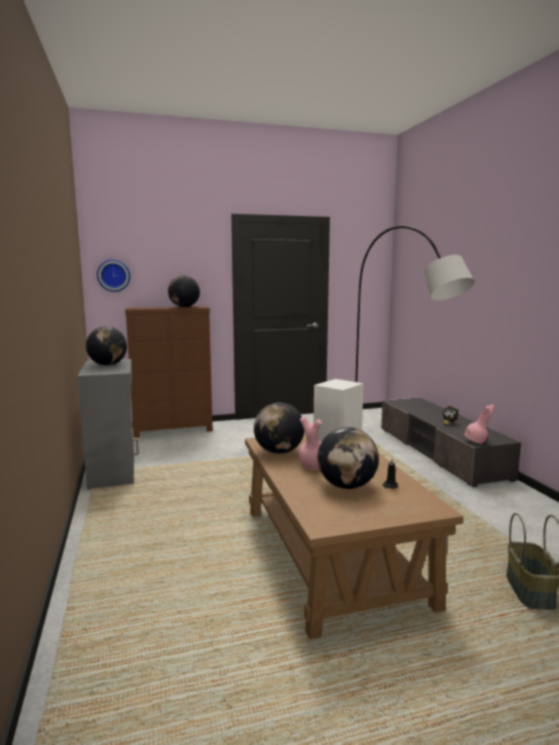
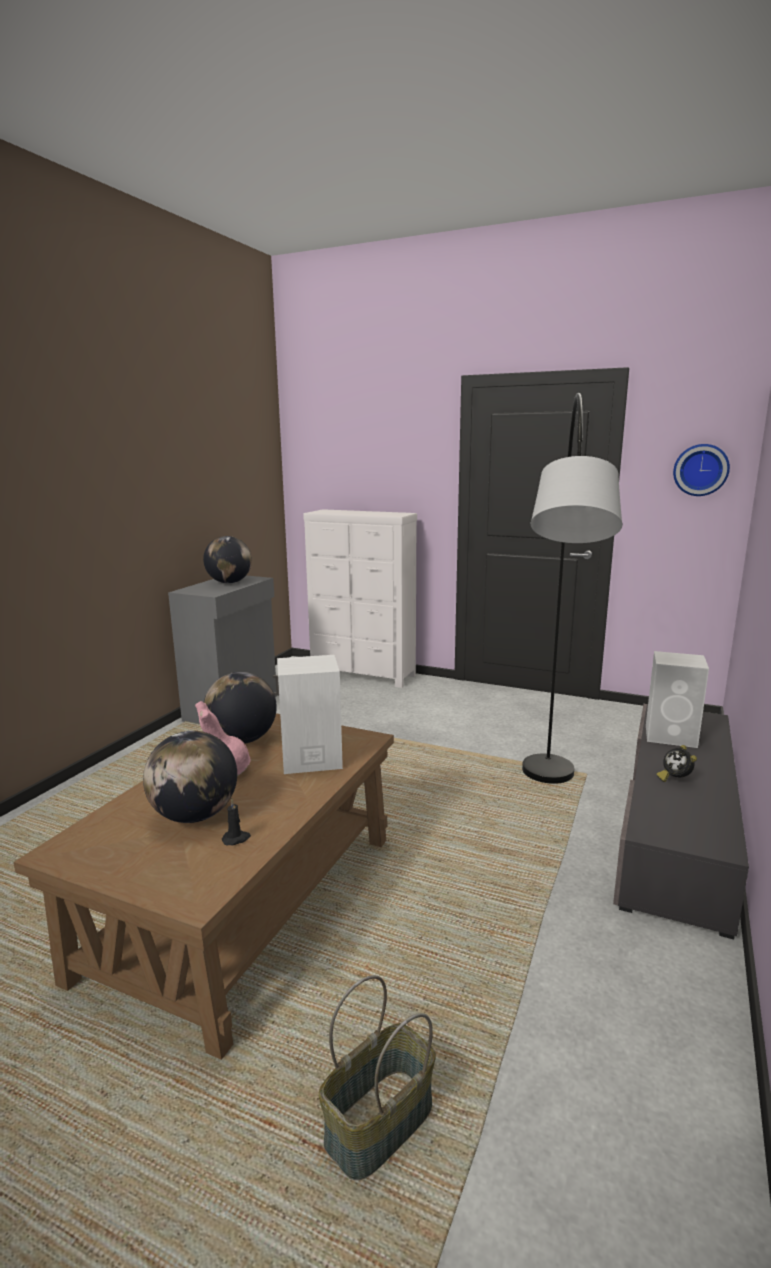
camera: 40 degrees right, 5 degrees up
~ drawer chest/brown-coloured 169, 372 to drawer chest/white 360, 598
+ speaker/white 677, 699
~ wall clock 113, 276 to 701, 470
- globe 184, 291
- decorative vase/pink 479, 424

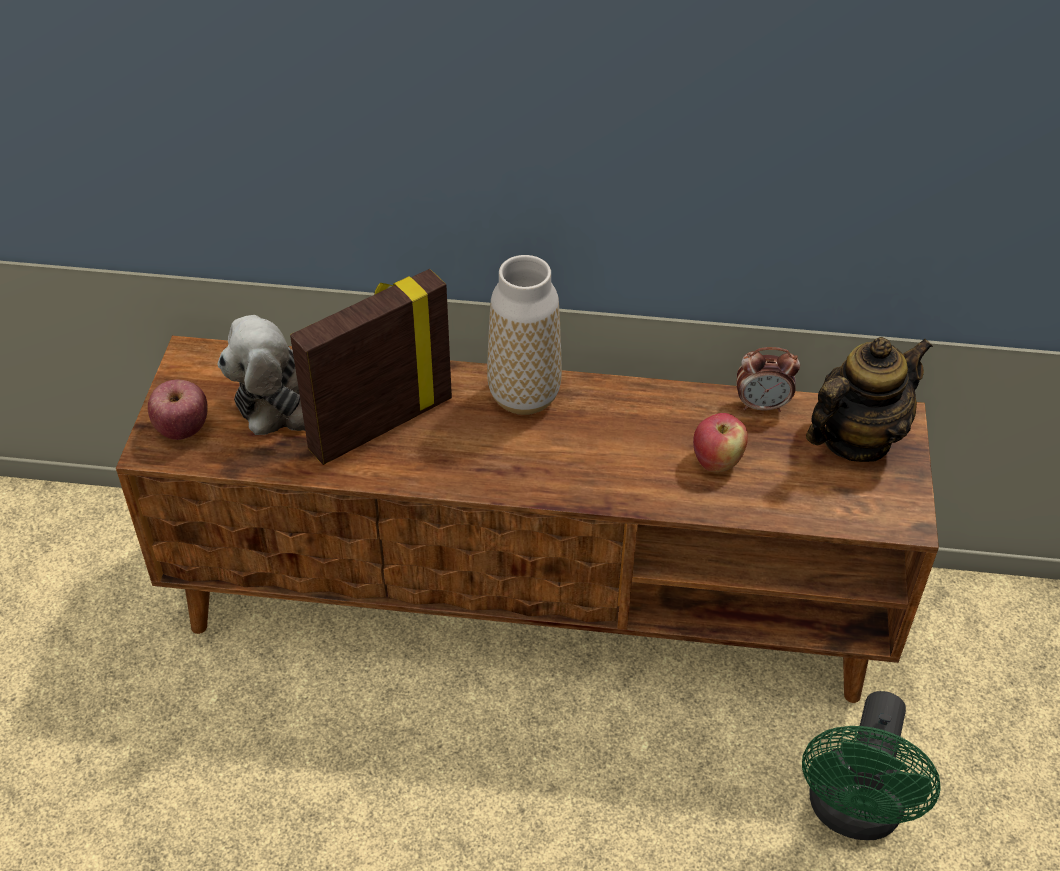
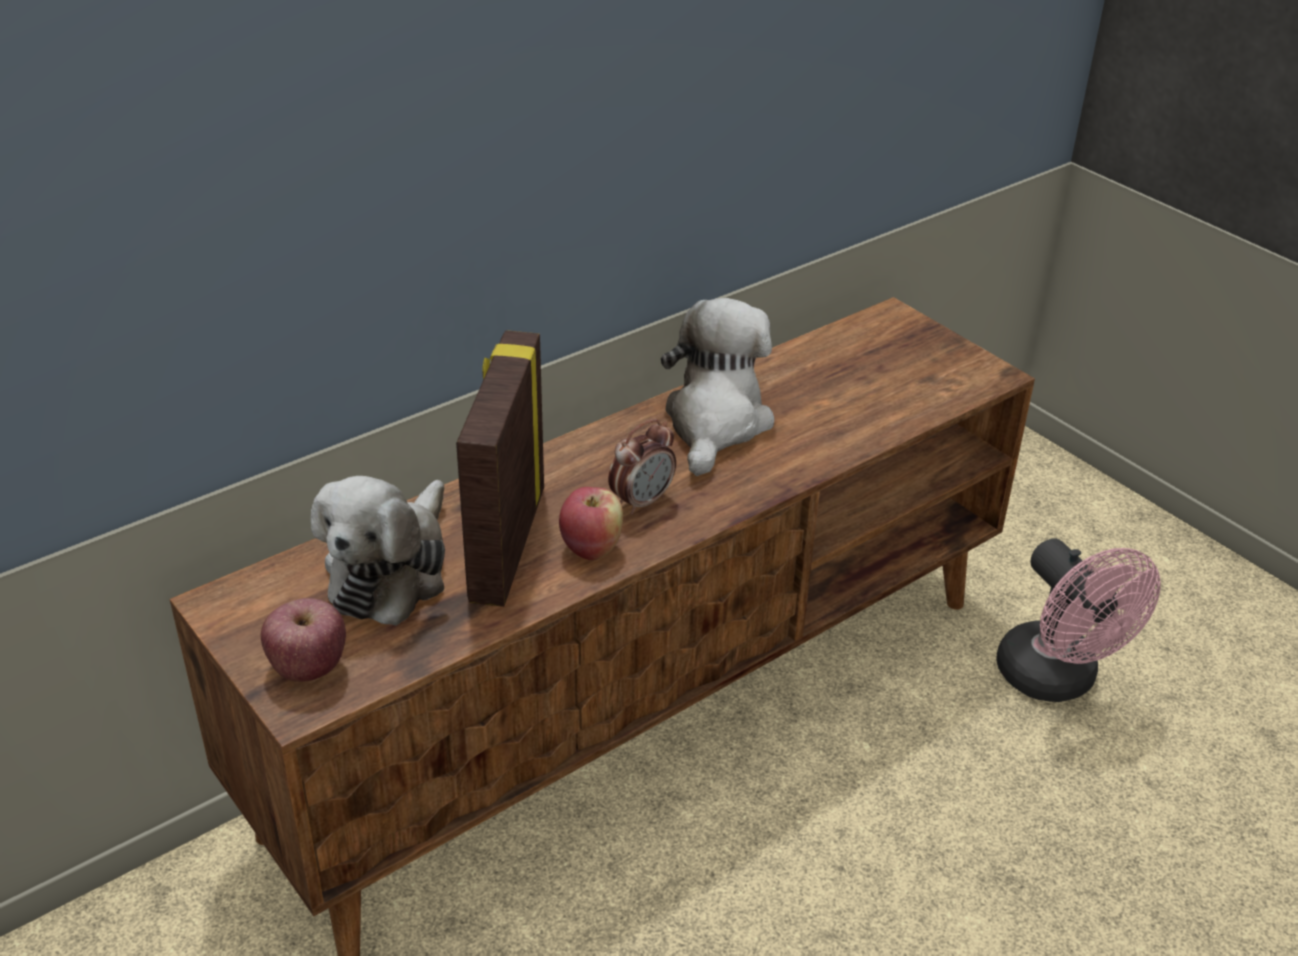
camera: 45 degrees left, 10 degrees down
~ apple 720, 442 to 591, 523
~ table clock 768, 379 to 642, 467
+ plush toy 717, 387
~ cooling fan/green-coloured 871, 765 to cooling fan/pink 1078, 620
- decorative vase 524, 335
- teapot 869, 399

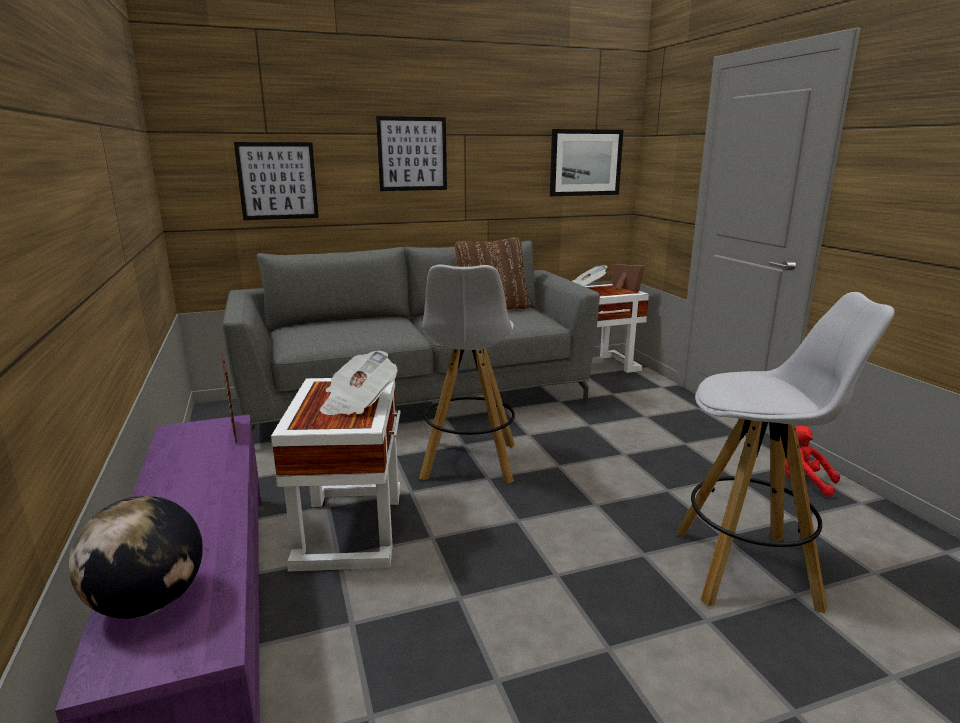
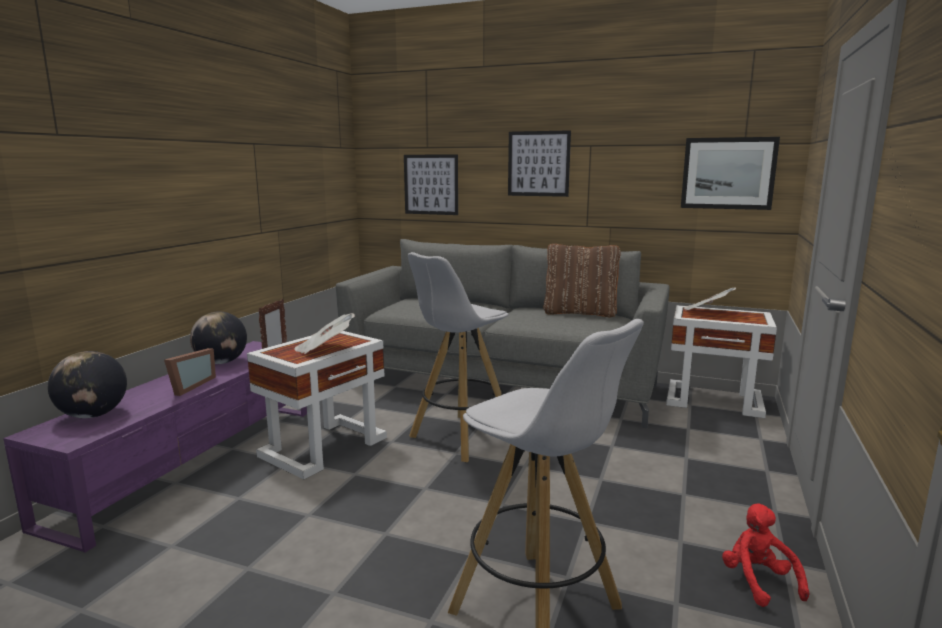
camera: 40 degrees right, 5 degrees down
~ picture frame 628, 278 to 190, 372
+ globe 218, 337

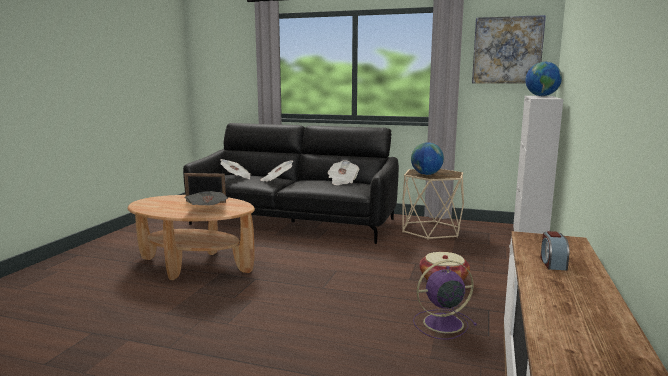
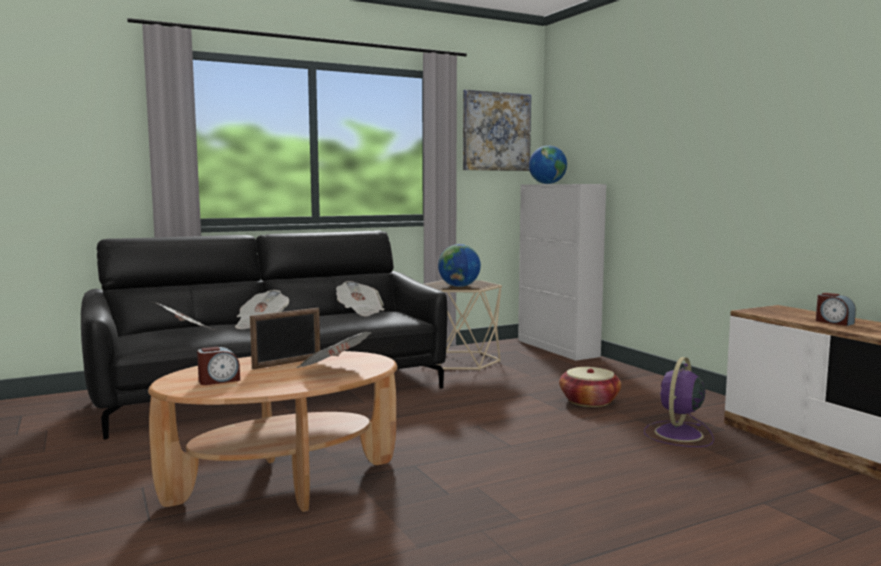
camera: 45 degrees left, 5 degrees down
+ table clock 218, 366

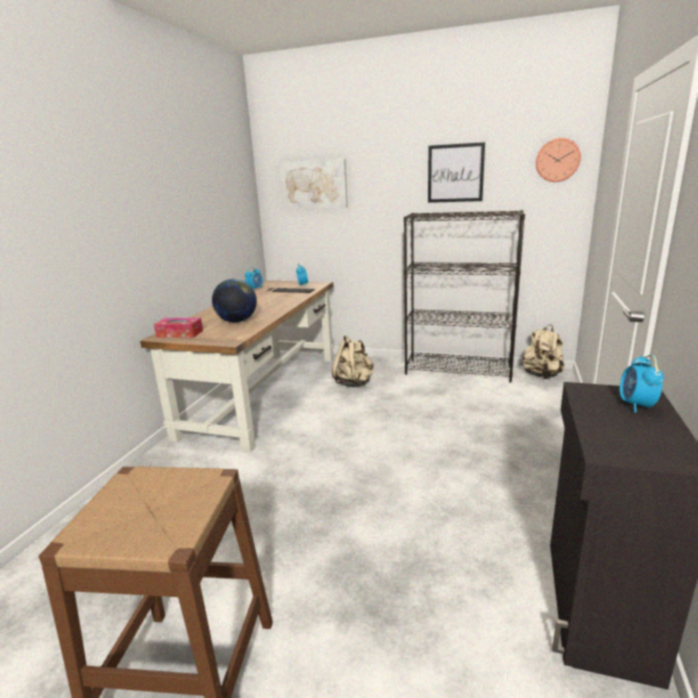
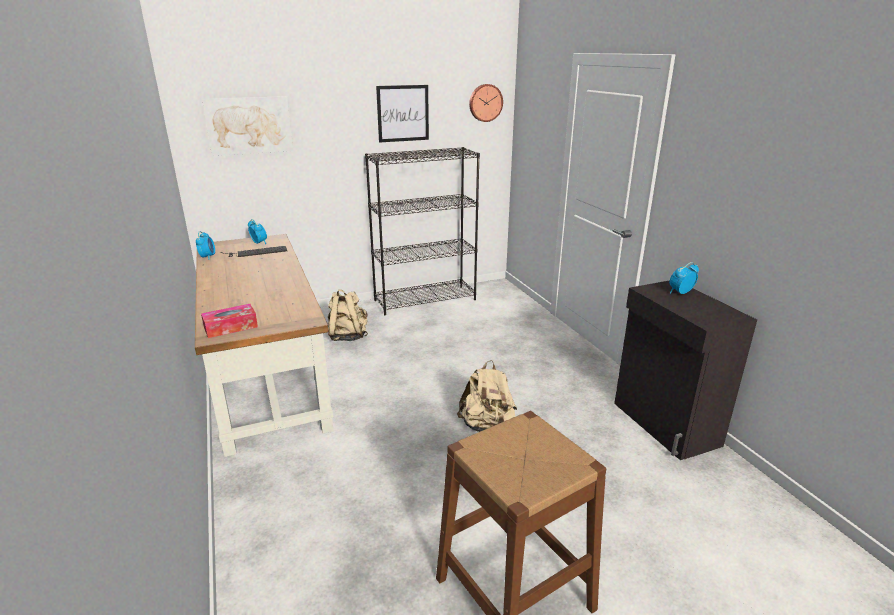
camera: 40 degrees left, 5 degrees up
~ rucksack/beige-coloured 543, 352 to 487, 396
~ table clock 642, 384 = 684, 278 90 degrees clockwise
- globe 234, 300

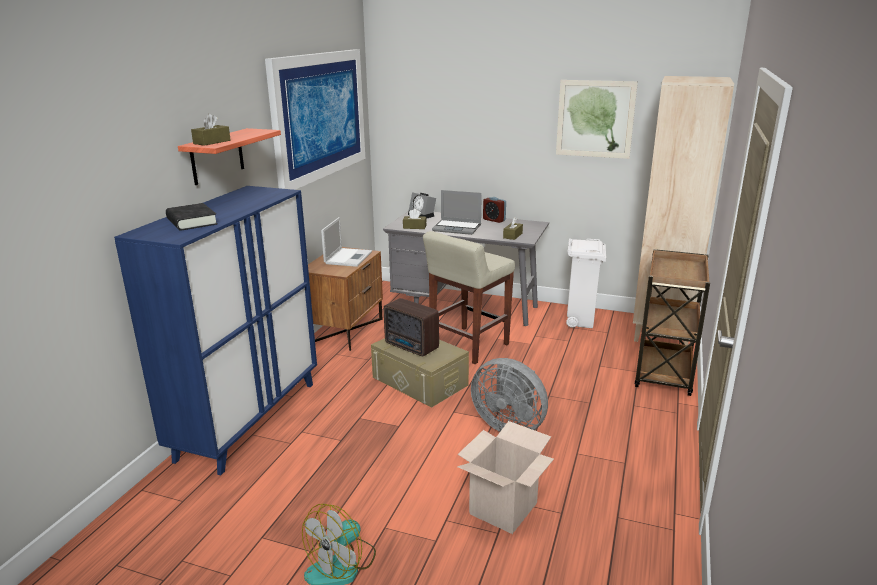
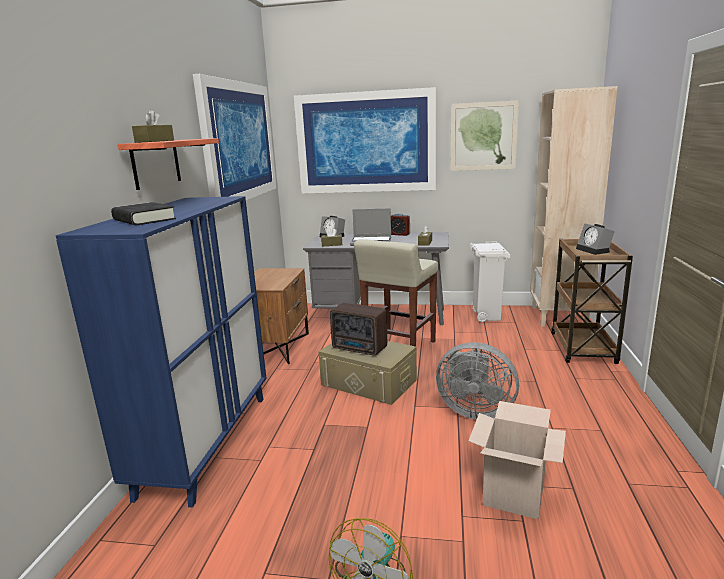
camera: 10 degrees left, 5 degrees down
+ picture 365, 140
+ table clock 595, 239
- notebook computer 346, 242

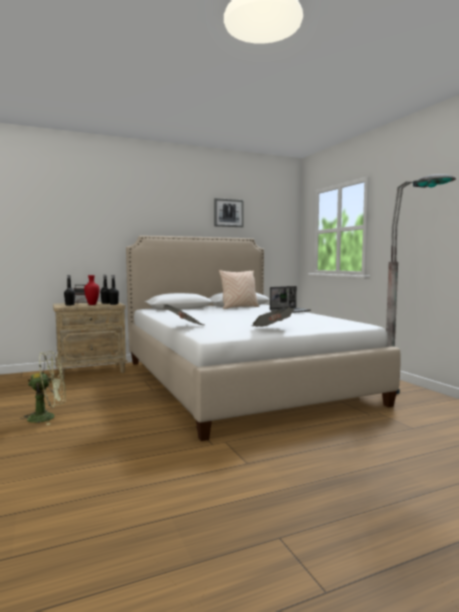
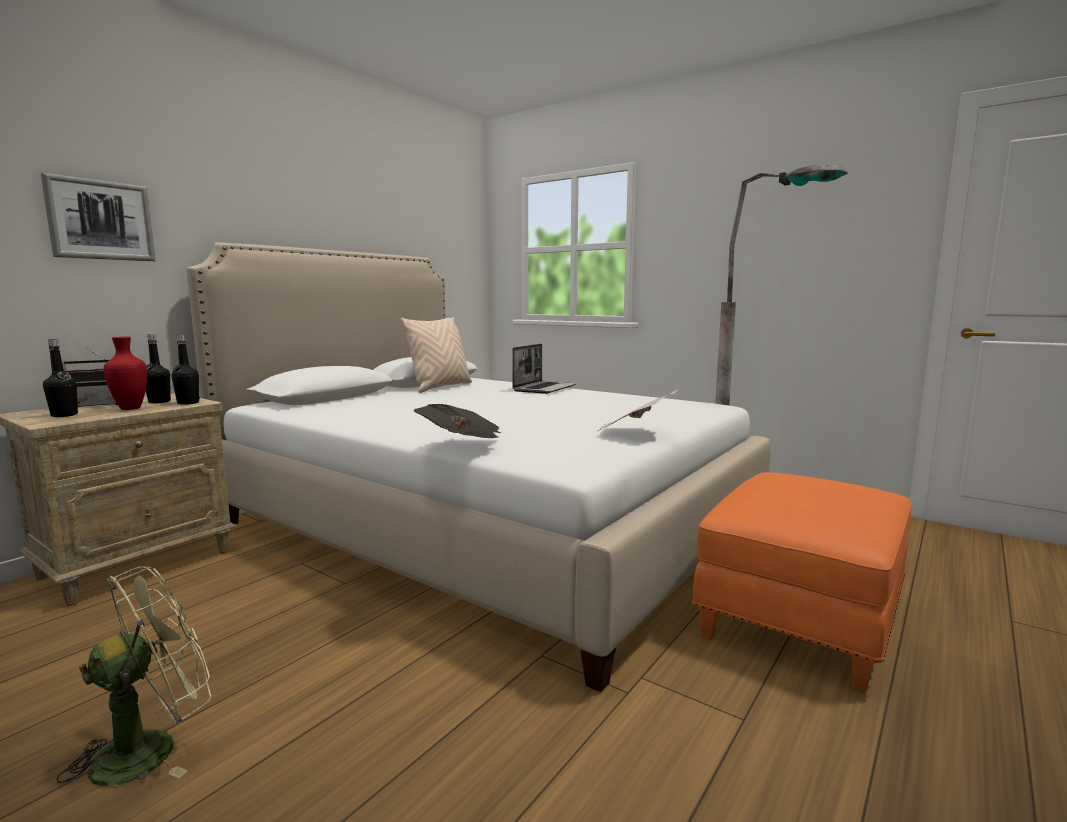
camera: 30 degrees left, 5 degrees up
~ picture 229, 212 to 98, 217
+ pouffe/orange 801, 582

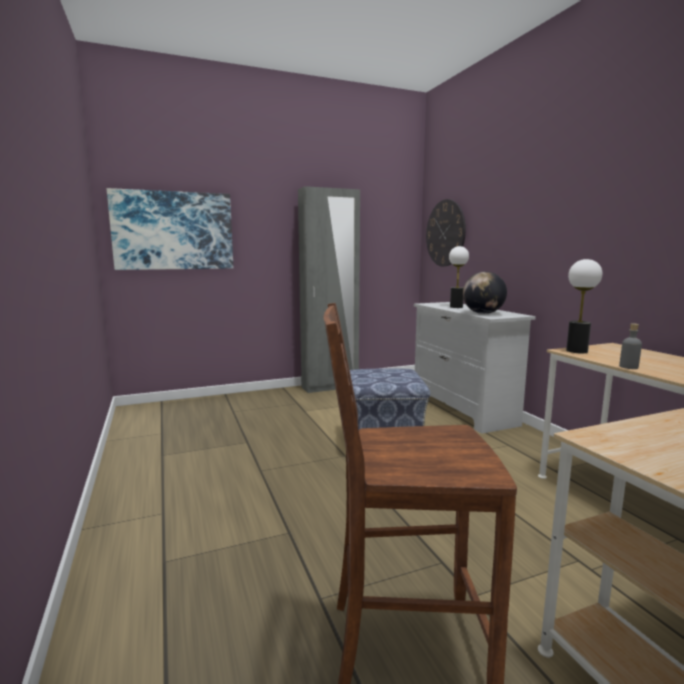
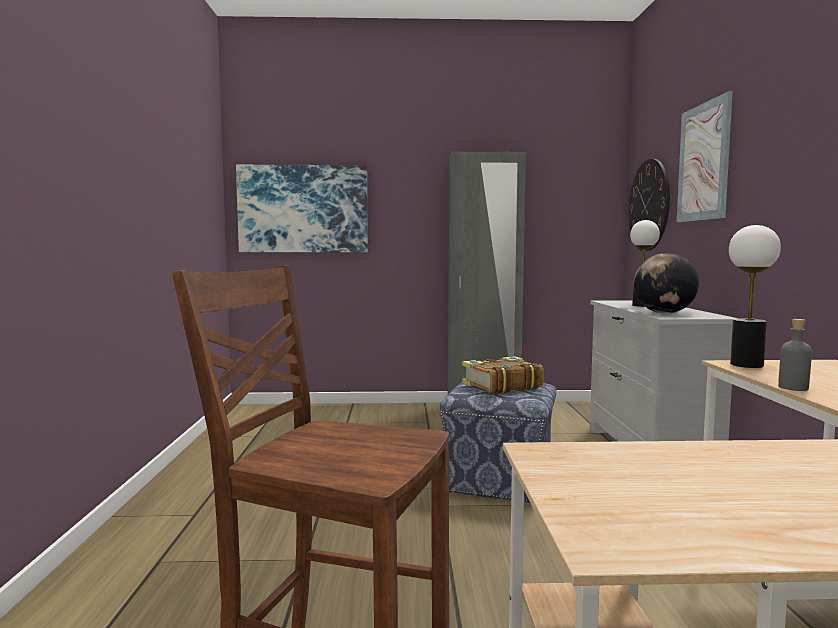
camera: 20 degrees right, 5 degrees down
+ book 503, 375
+ picture 705, 156

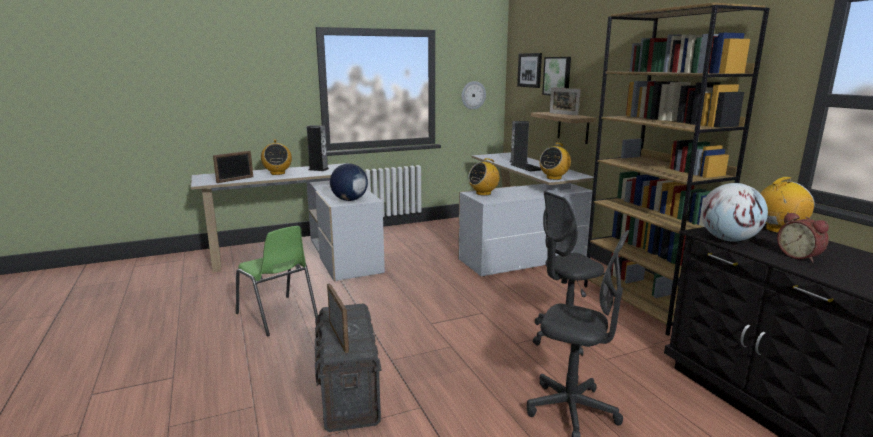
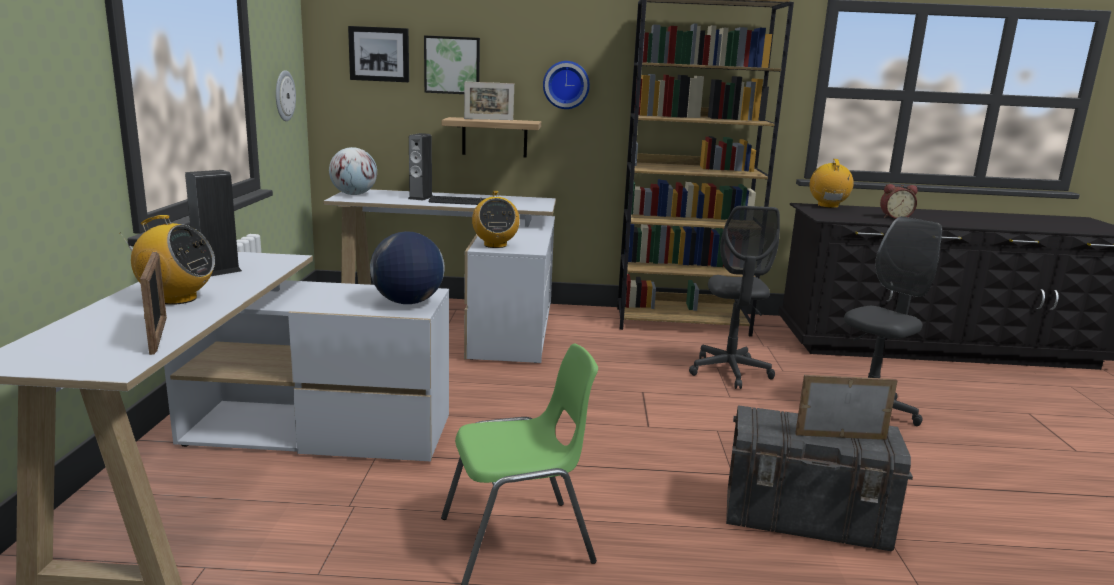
camera: 65 degrees left, 0 degrees up
~ globe 734, 212 to 353, 171
+ wall clock 566, 85
- radio 555, 161

